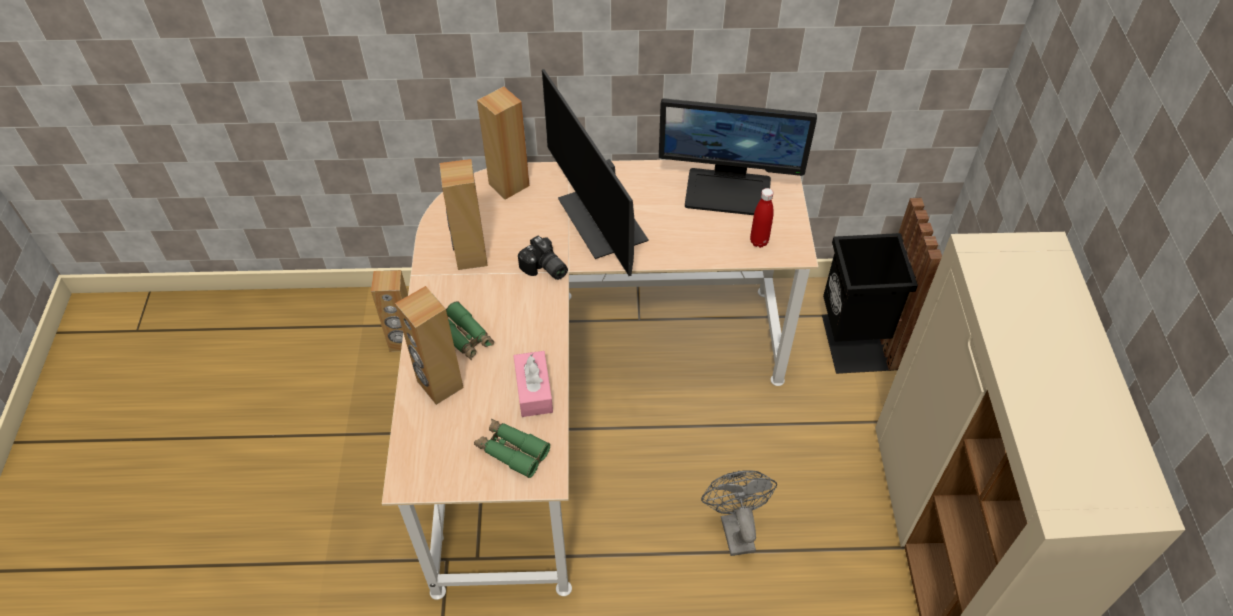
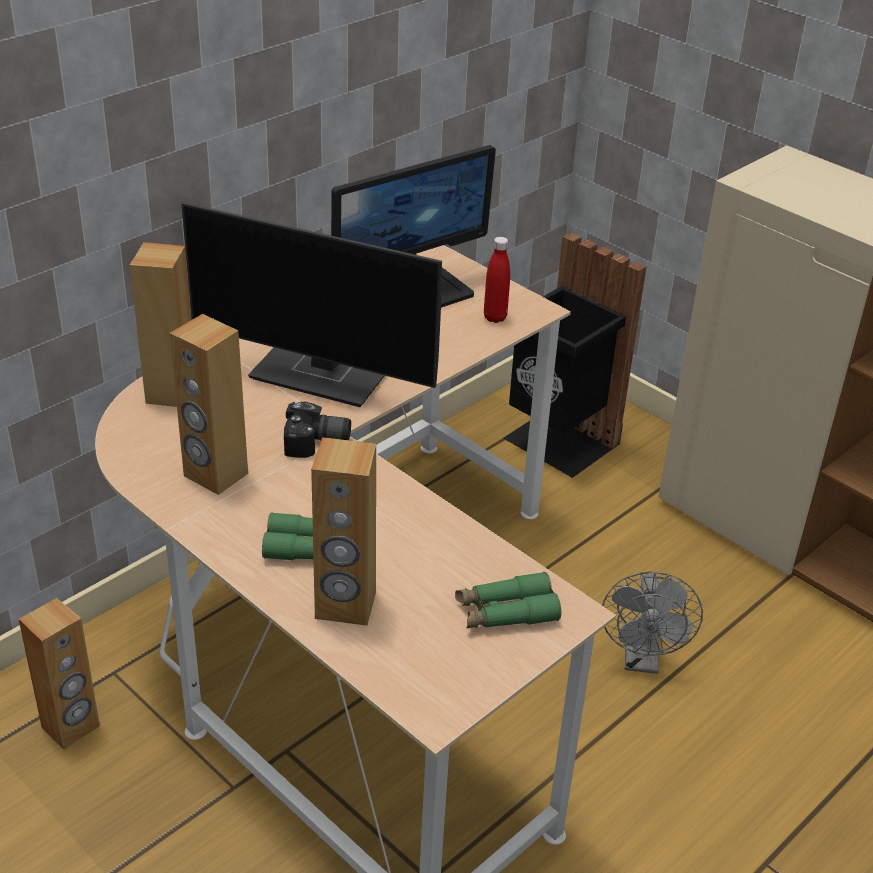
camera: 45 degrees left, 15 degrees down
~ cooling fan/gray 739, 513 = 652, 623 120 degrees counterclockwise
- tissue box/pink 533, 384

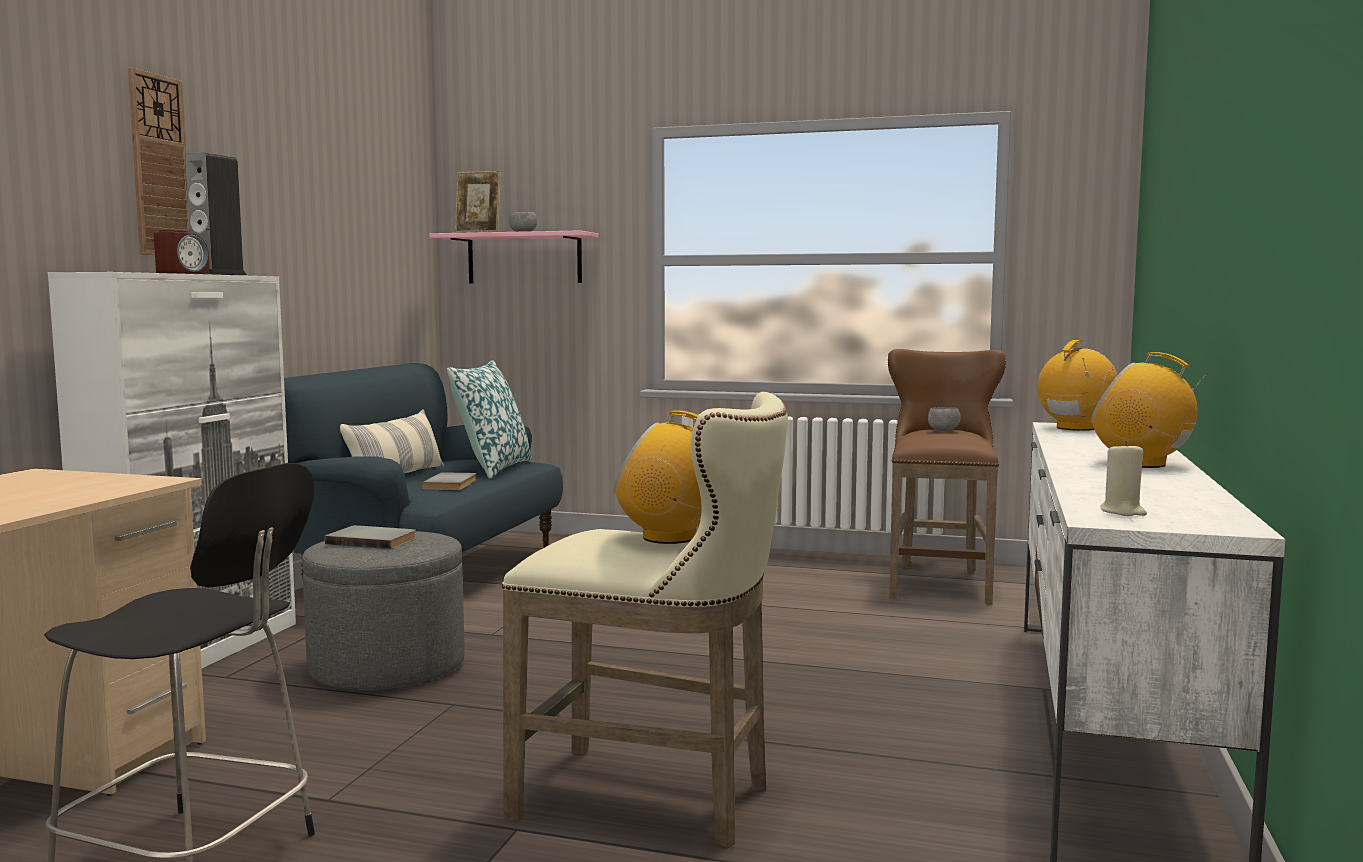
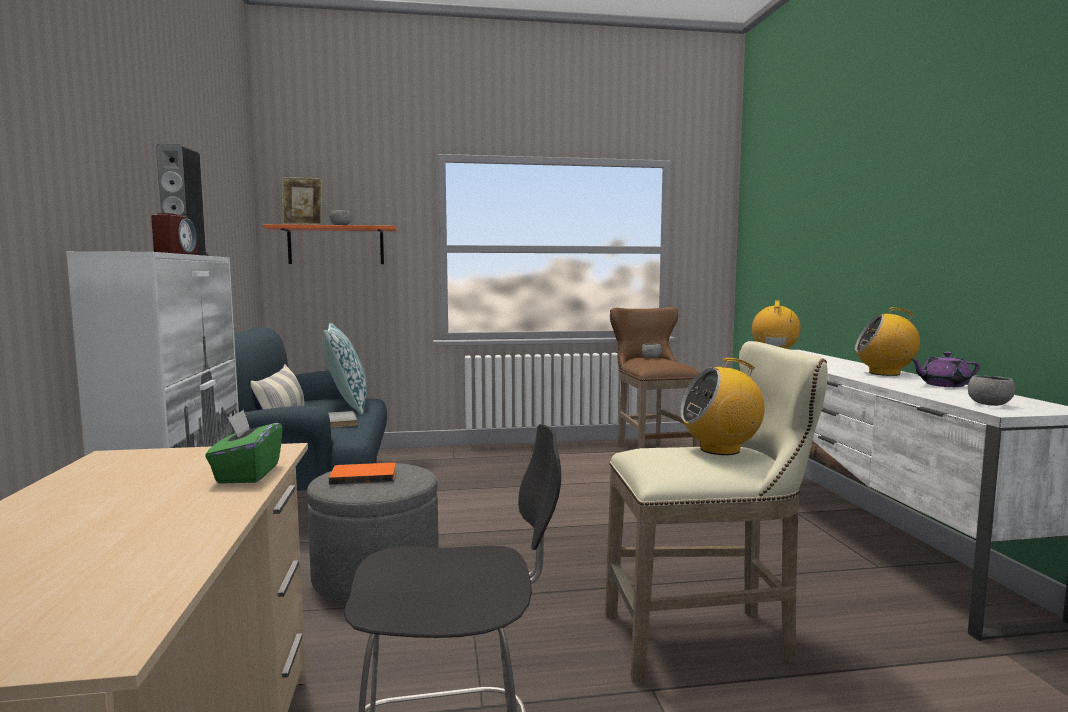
camera: 25 degrees left, 0 degrees up
+ tissue box/green-coloured 244, 447
~ shelf/pink 514, 256 to shelf/orange 330, 244
~ book/gray 370, 537 to book/orange 362, 474
+ teapot/purple 945, 369
~ candle/beige-coloured 1123, 478 to deep dish/gray 991, 390
- wall clock 158, 161

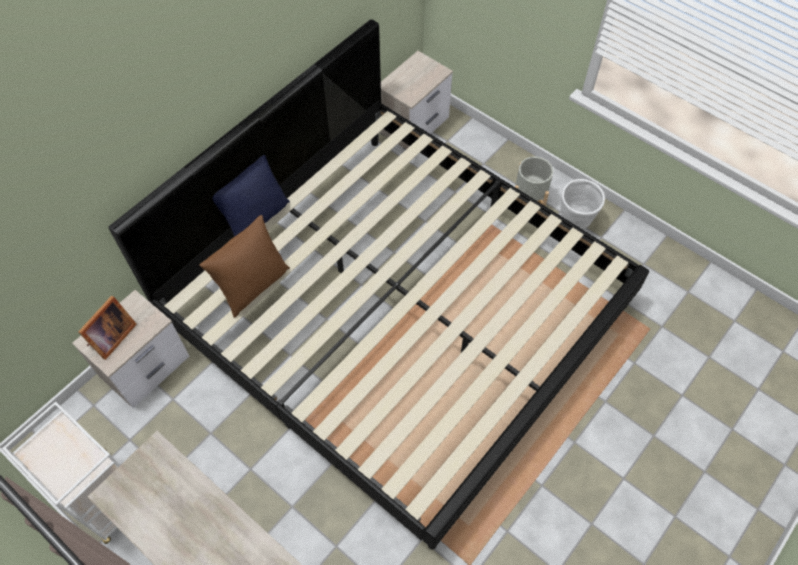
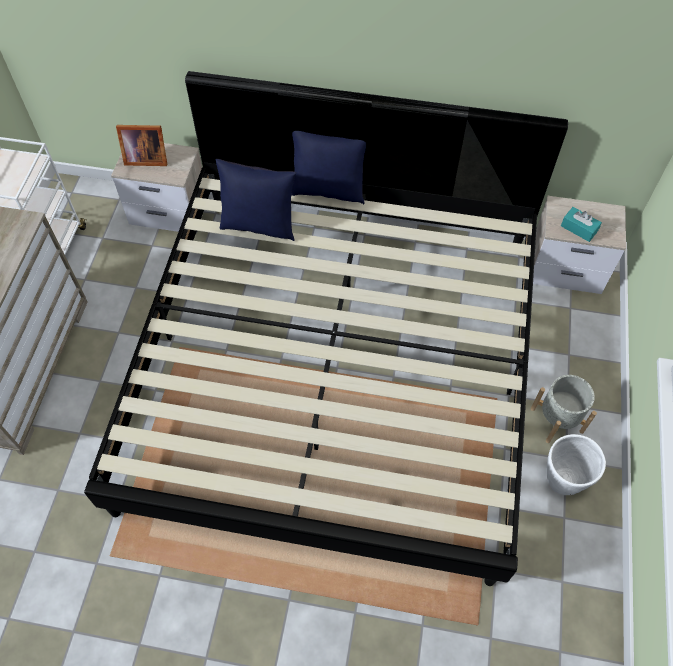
camera: 60 degrees right, 0 degrees up
~ cushion/brown-coloured 245, 266 to cushion/blue 256, 200
+ tissue box/turquoise-coloured 581, 224

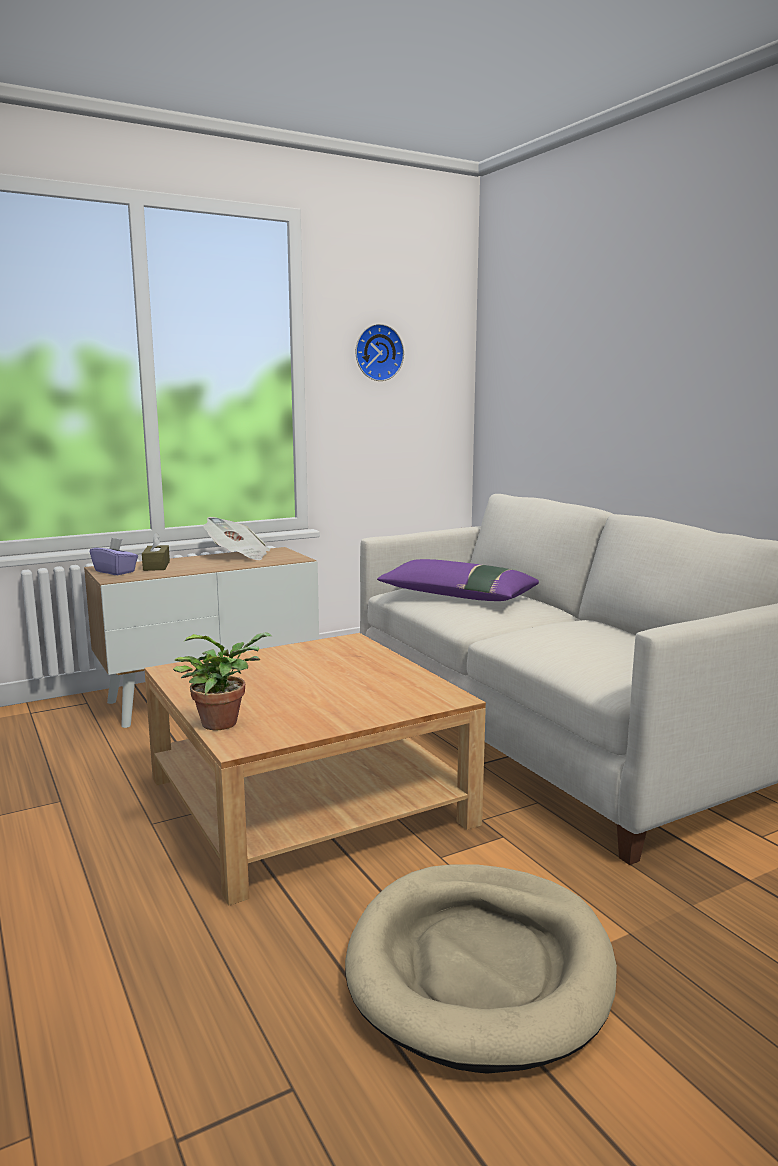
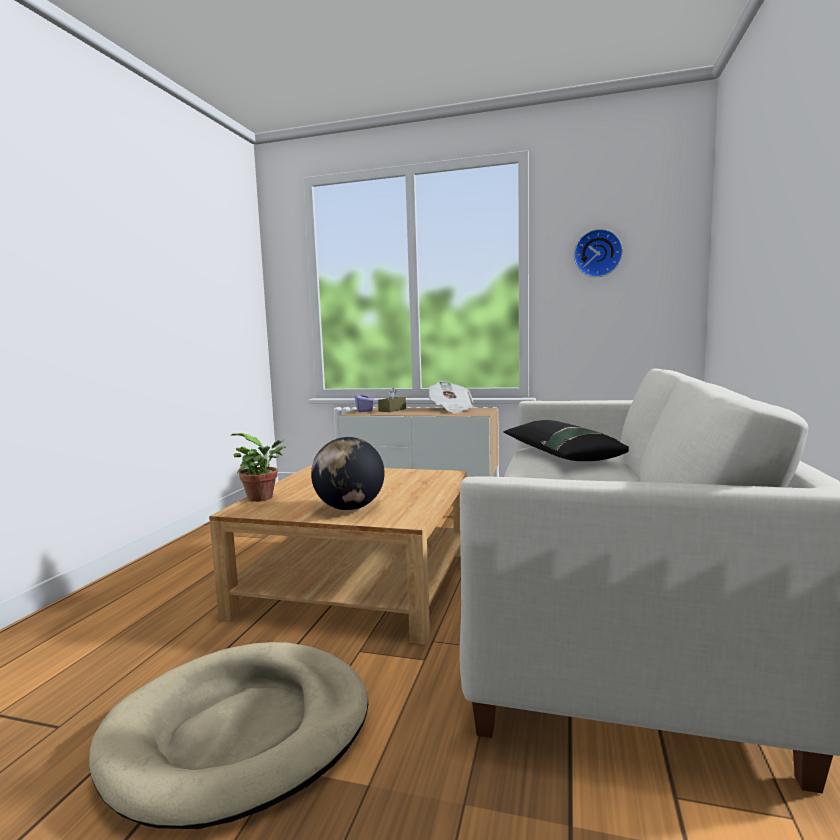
camera: 45 degrees right, 5 degrees down
+ globe 347, 473
~ cushion/purple 458, 580 to cushion/blackish 566, 440

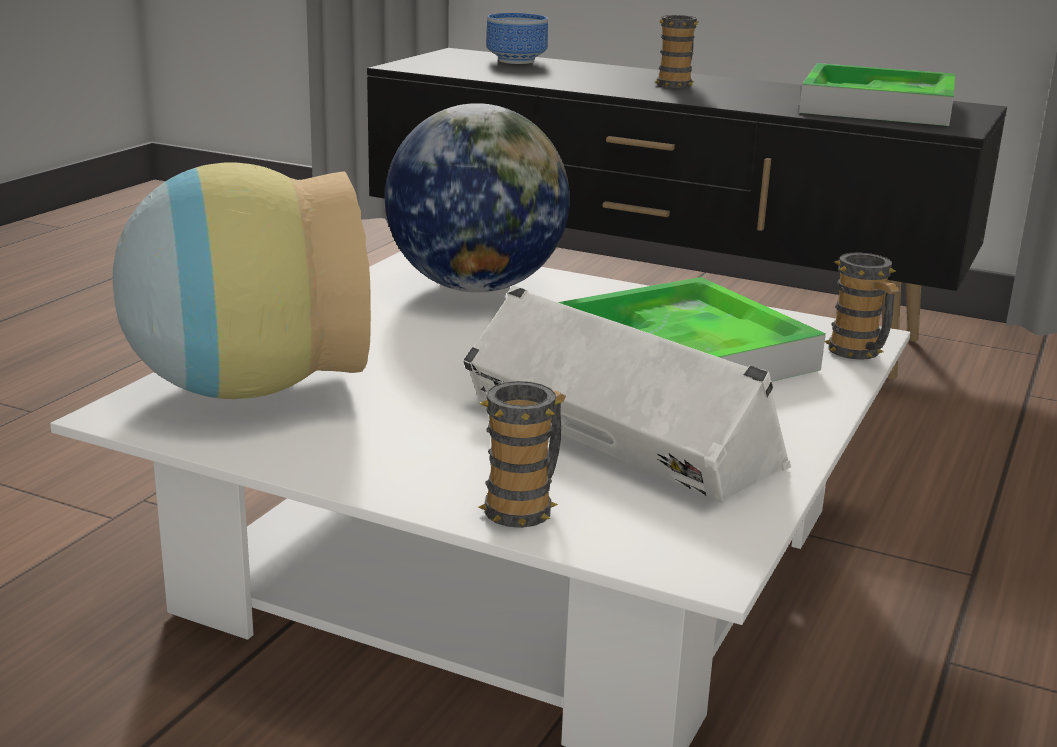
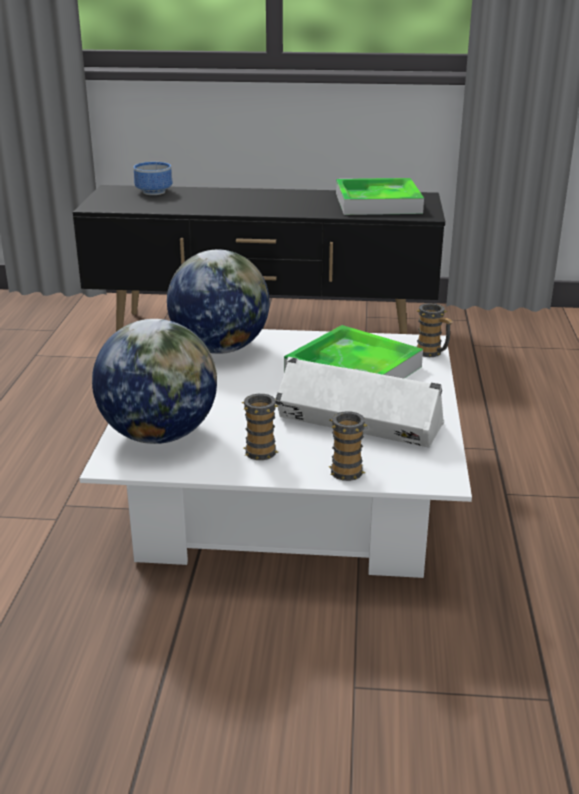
camera: 20 degrees left, 5 degrees up
~ decorative vase 242, 281 to globe 154, 381
~ coffee mug 676, 51 to 259, 427

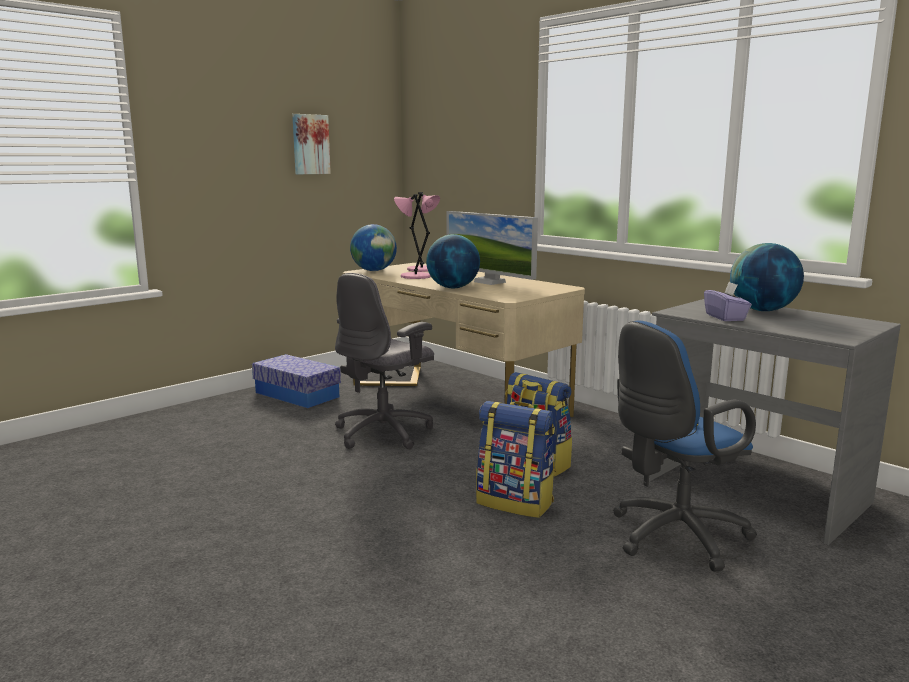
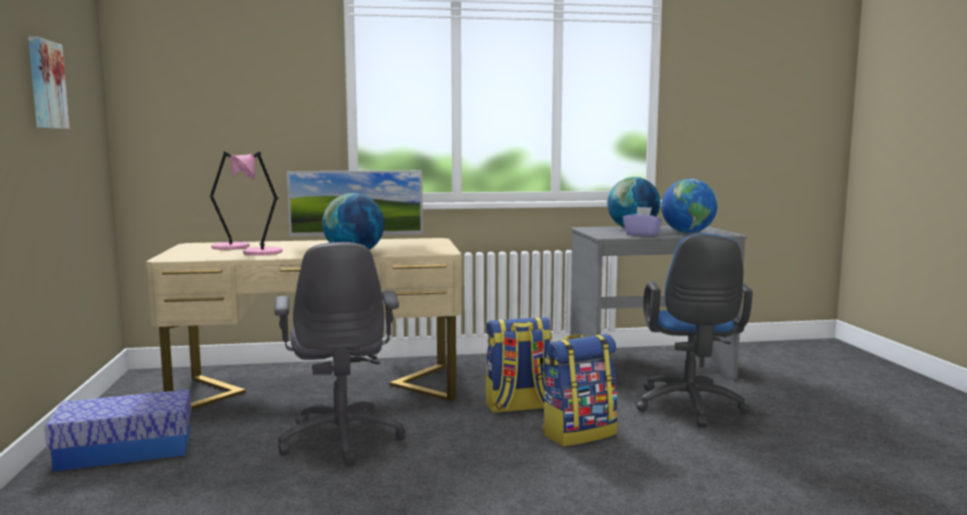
camera: 55 degrees left, 5 degrees down
~ globe 373, 247 to 689, 206

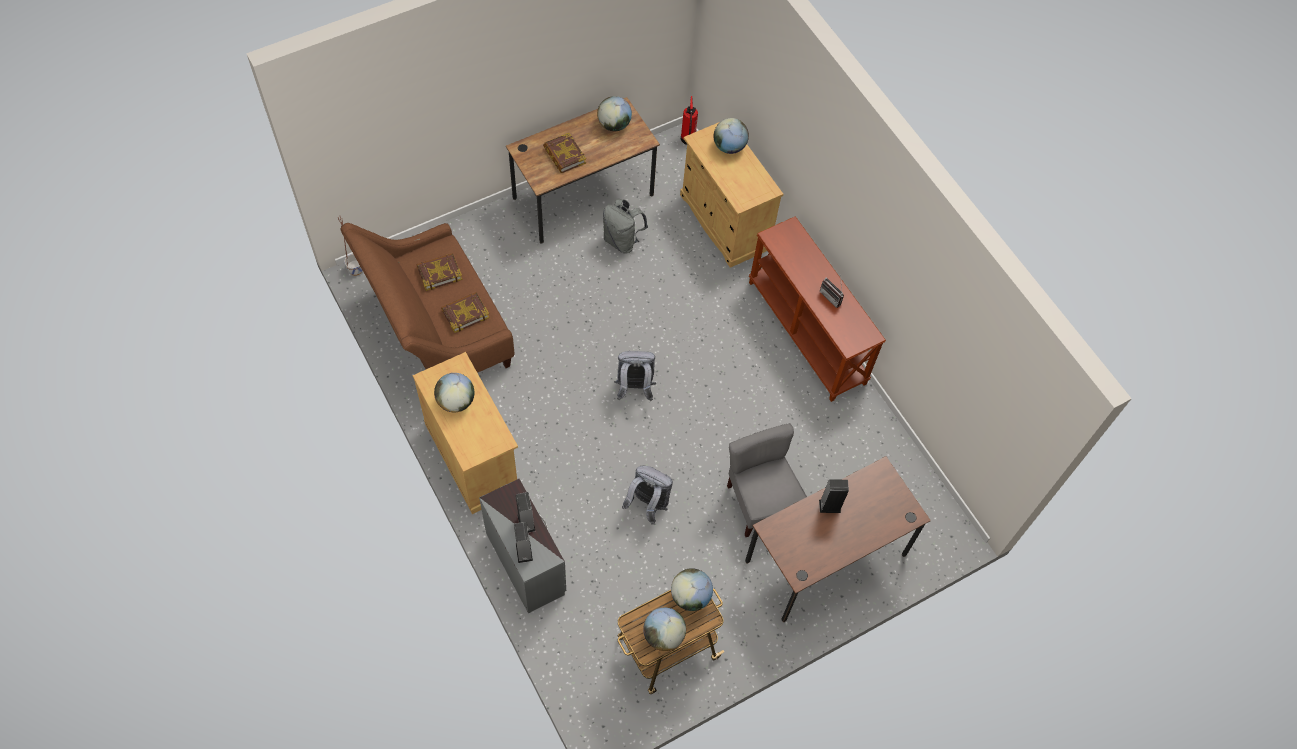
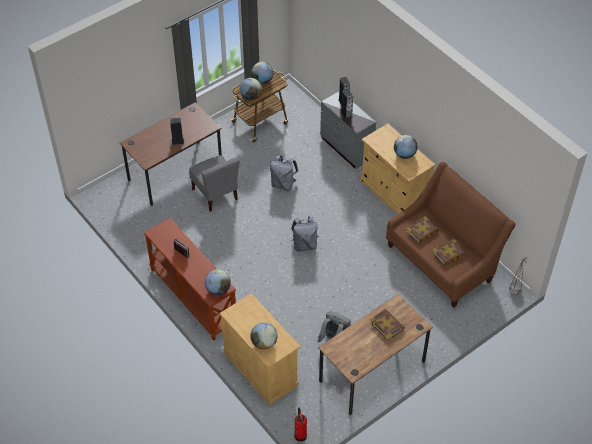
camera: 175 degrees right, 10 degrees down
~ globe 614, 113 to 218, 282

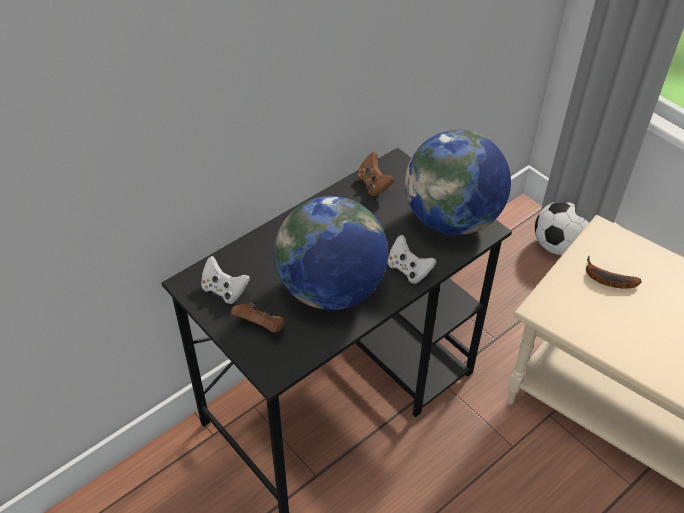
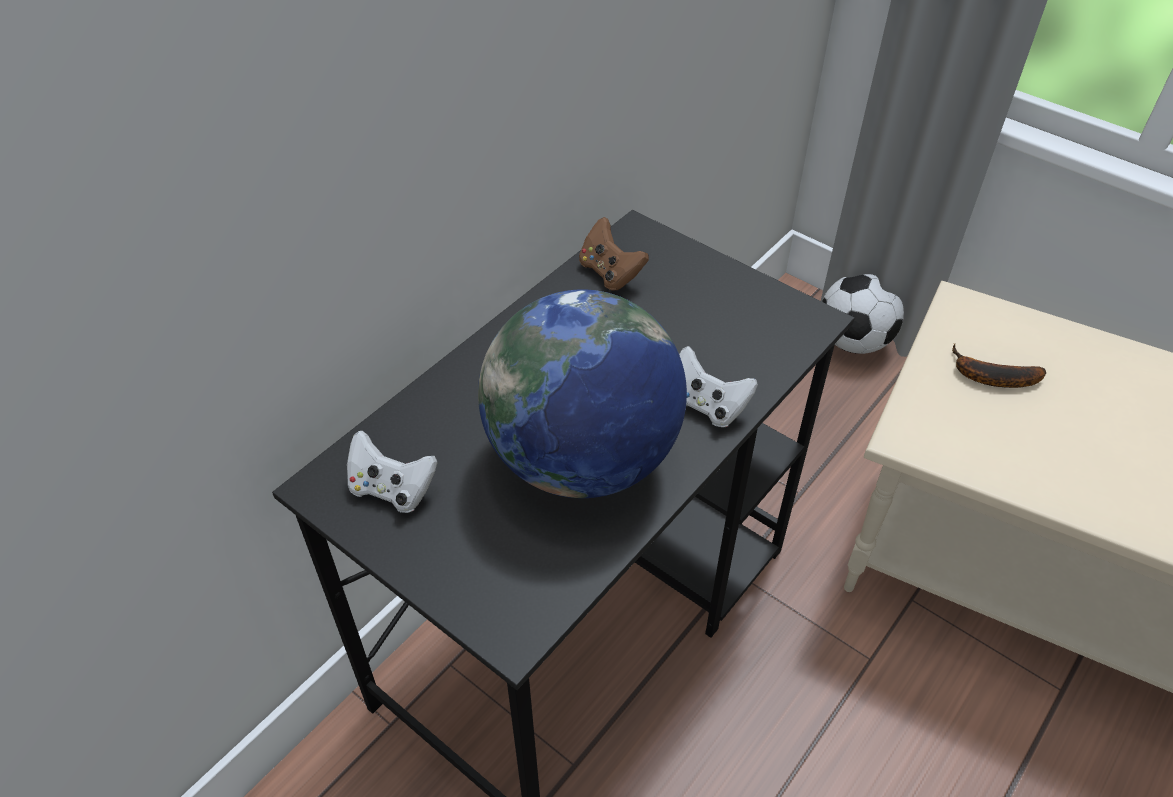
camera: 10 degrees left, 0 degrees up
- gamepad/brown-coloured 258, 316
- globe 458, 182

